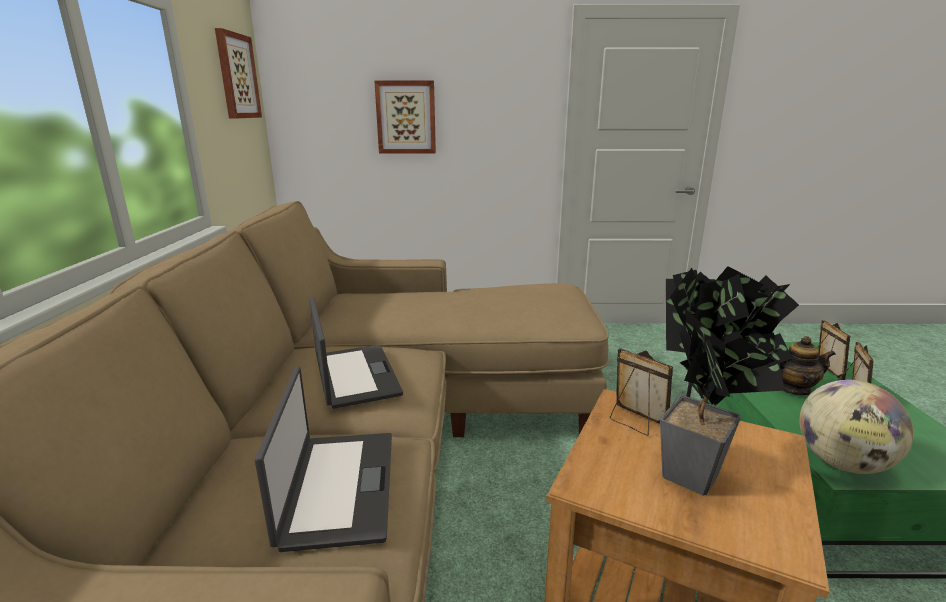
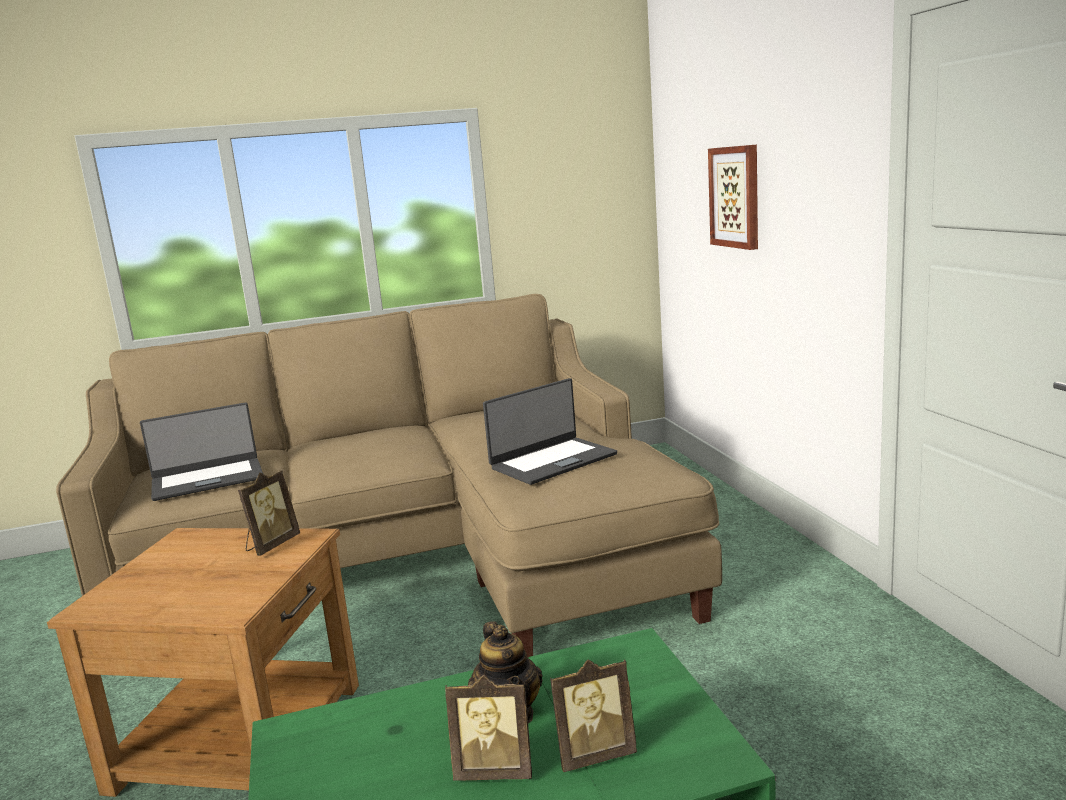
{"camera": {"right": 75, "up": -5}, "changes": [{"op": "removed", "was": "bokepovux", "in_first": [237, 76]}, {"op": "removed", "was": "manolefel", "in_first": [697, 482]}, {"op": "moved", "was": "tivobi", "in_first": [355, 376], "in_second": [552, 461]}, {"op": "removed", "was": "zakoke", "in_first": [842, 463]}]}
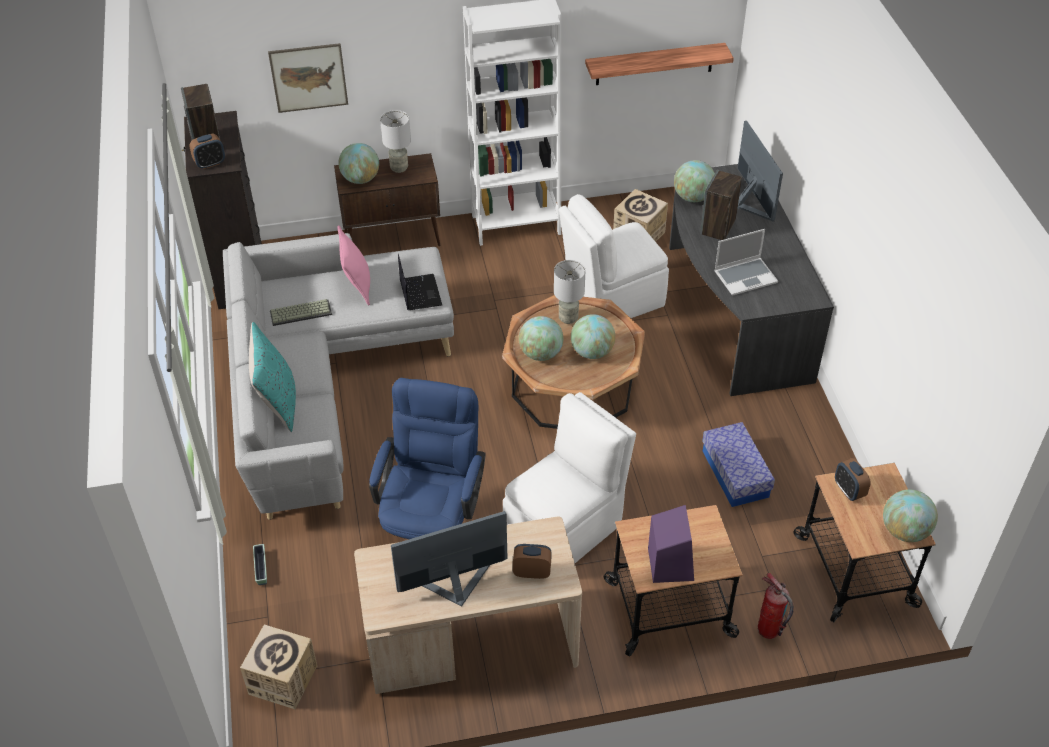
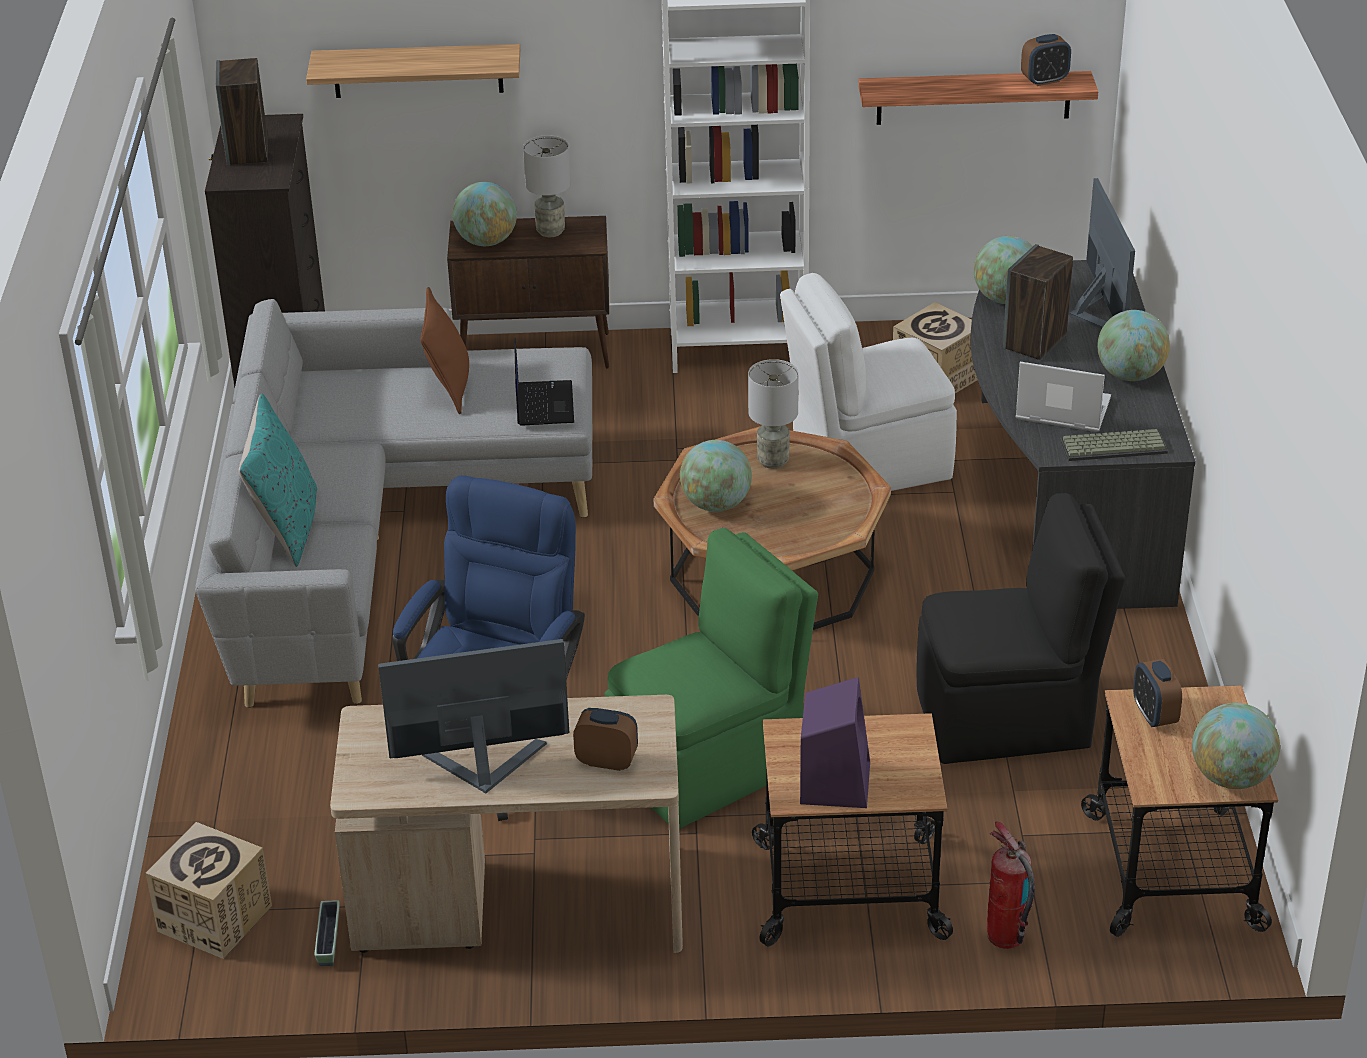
{"camera": {"right": 10, "up": -10}, "changes": [{"op": "replaced", "was": "bokepovux", "now": "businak", "in_first": [309, 77], "in_second": [417, 70]}, {"op": "moved", "was": "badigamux", "in_first": [210, 163], "in_second": [1044, 80]}, {"op": "recoloured", "was": "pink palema", "now": "brown palema", "in_first": [357, 285], "in_second": [449, 387]}, {"op": "turned", "was": "tivobi", "in_first": [745, 277], "in_second": [1061, 410], "clockwise": -150}, {"op": "moved", "was": "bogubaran", "in_first": [301, 312], "in_second": [1114, 446]}, {"op": "moved", "was": "zakoke", "in_first": [592, 352], "in_second": [1130, 375]}, {"op": "recoloured", "was": "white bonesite", "now": "green bonesite", "in_first": [566, 528], "in_second": [710, 765]}, {"op": "replaced", "was": "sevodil", "now": "black bonesite", "in_first": [735, 474], "in_second": [1008, 718]}, {"op": "moved", "was": "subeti", "in_first": [261, 568], "in_second": [329, 941]}]}
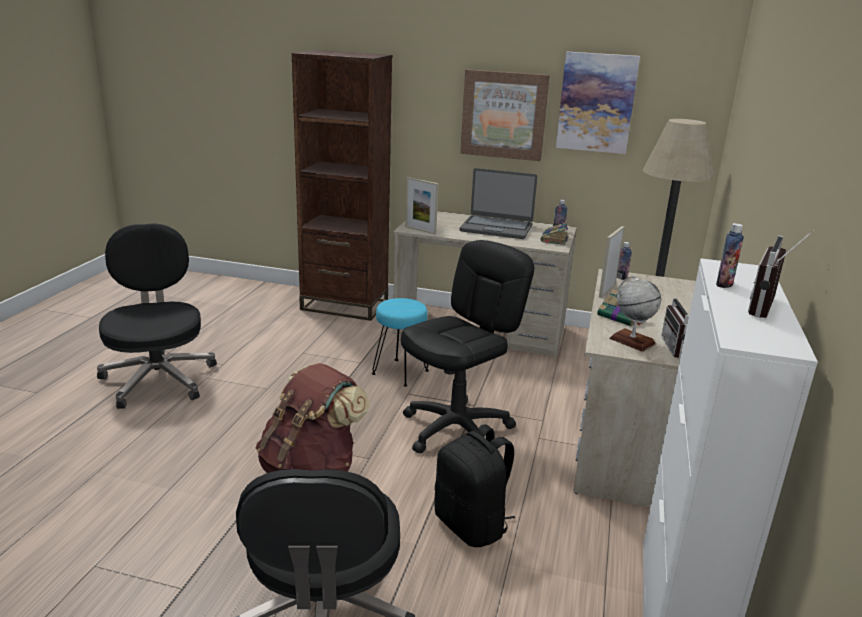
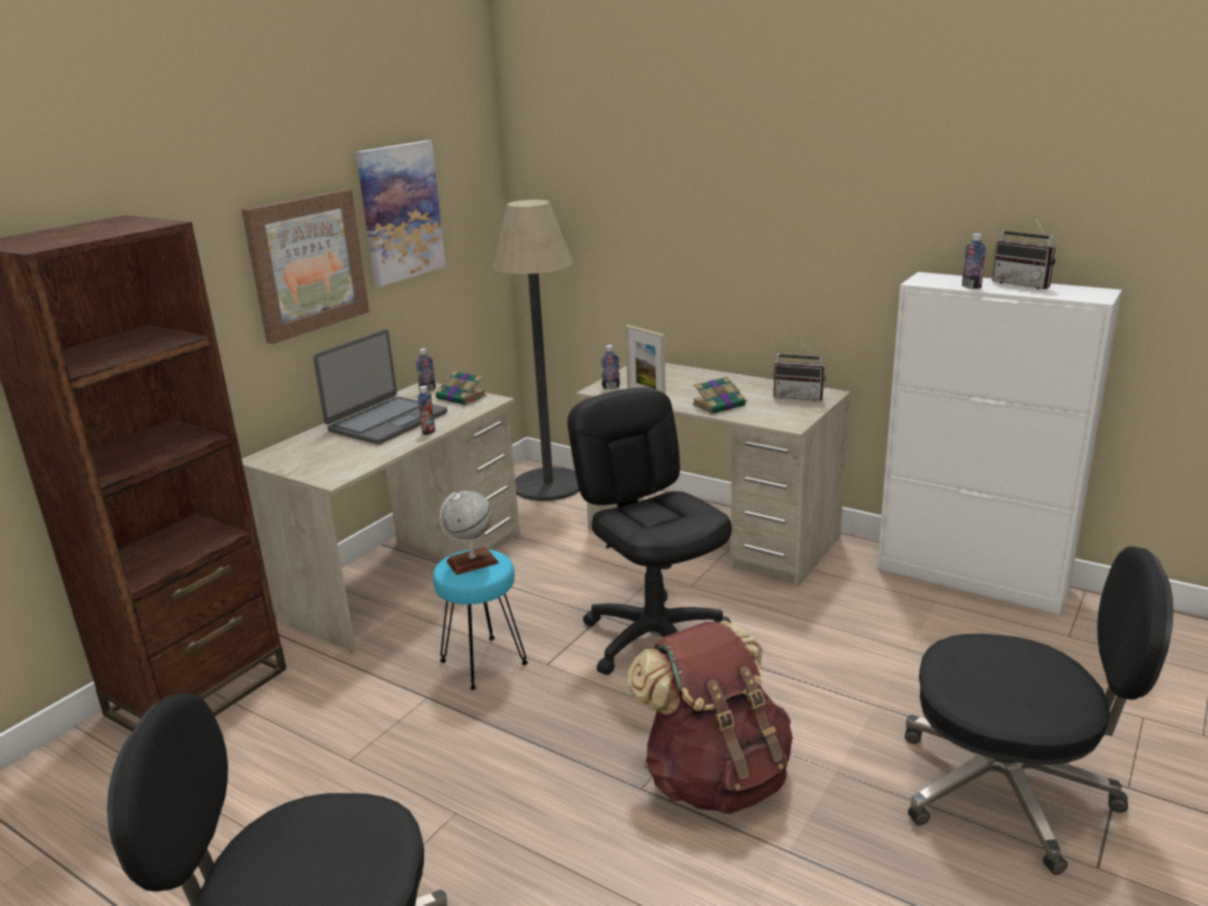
{"camera": {"right": -70, "up": 0}, "changes": [{"op": "removed", "was": "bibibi", "in_first": [420, 230]}, {"op": "moved", "was": "zakoke", "in_first": [632, 341], "in_second": [472, 562]}, {"op": "removed", "was": "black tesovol", "in_first": [472, 525]}, {"op": "added", "now": "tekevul", "in_second": [428, 431]}]}
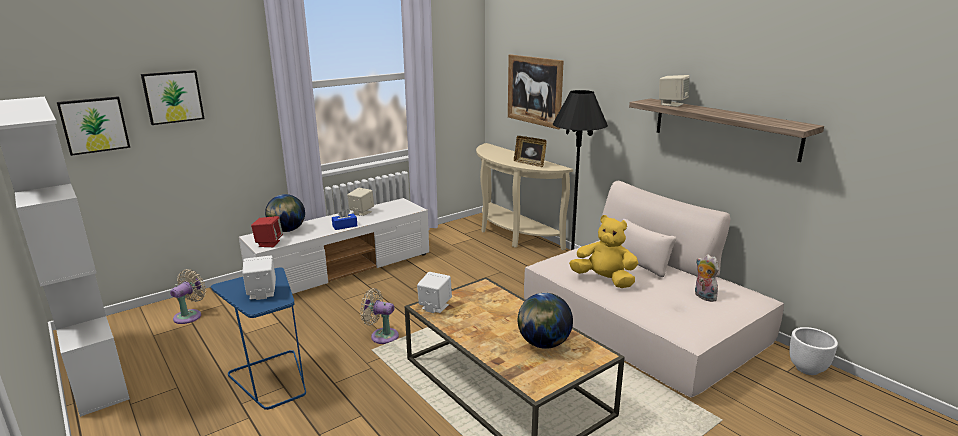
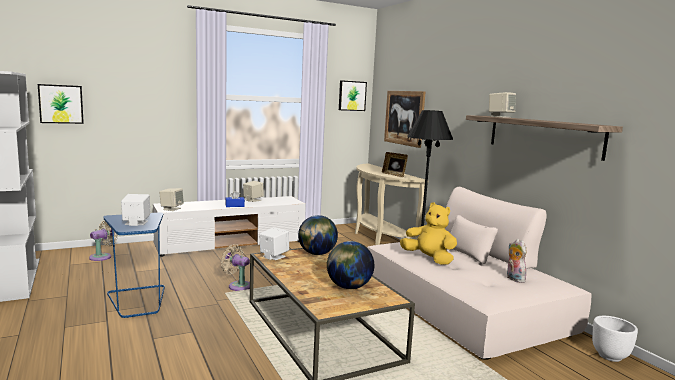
{"camera": {"right": 10, "up": -10}, "changes": [{"op": "moved", "was": "bokepovux", "in_first": [173, 97], "in_second": [352, 96]}, {"op": "moved", "was": "zakoke", "in_first": [287, 230], "in_second": [317, 254]}, {"op": "recoloured", "was": "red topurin", "now": "beige topurin", "in_first": [269, 243], "in_second": [171, 209]}]}
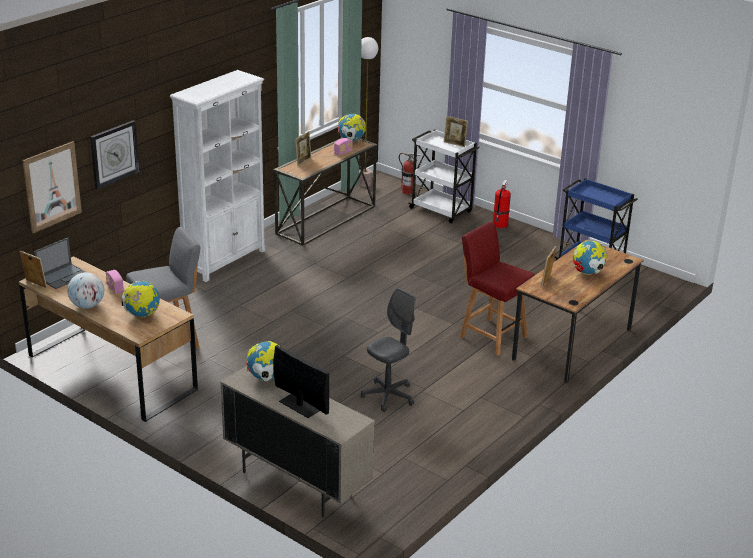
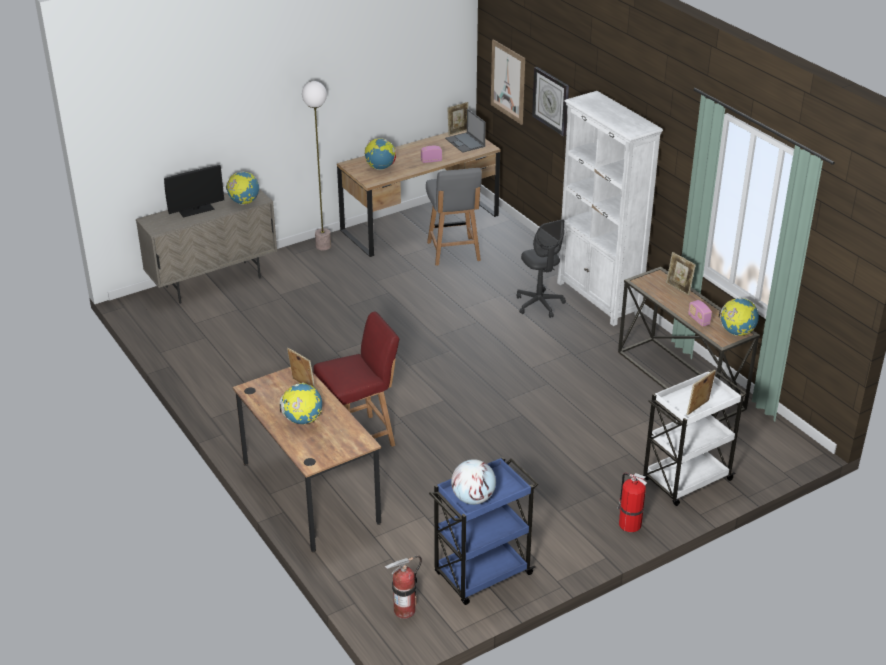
{"camera": {"right": 110, "up": 5}, "changes": [{"op": "moved", "was": "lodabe", "in_first": [365, 184], "in_second": [323, 246]}, {"op": "moved", "was": "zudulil", "in_first": [408, 192], "in_second": [404, 610]}, {"op": "moved", "was": "zakoke", "in_first": [87, 306], "in_second": [473, 498]}, {"op": "moved", "was": "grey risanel", "in_first": [388, 396], "in_second": [539, 304]}]}
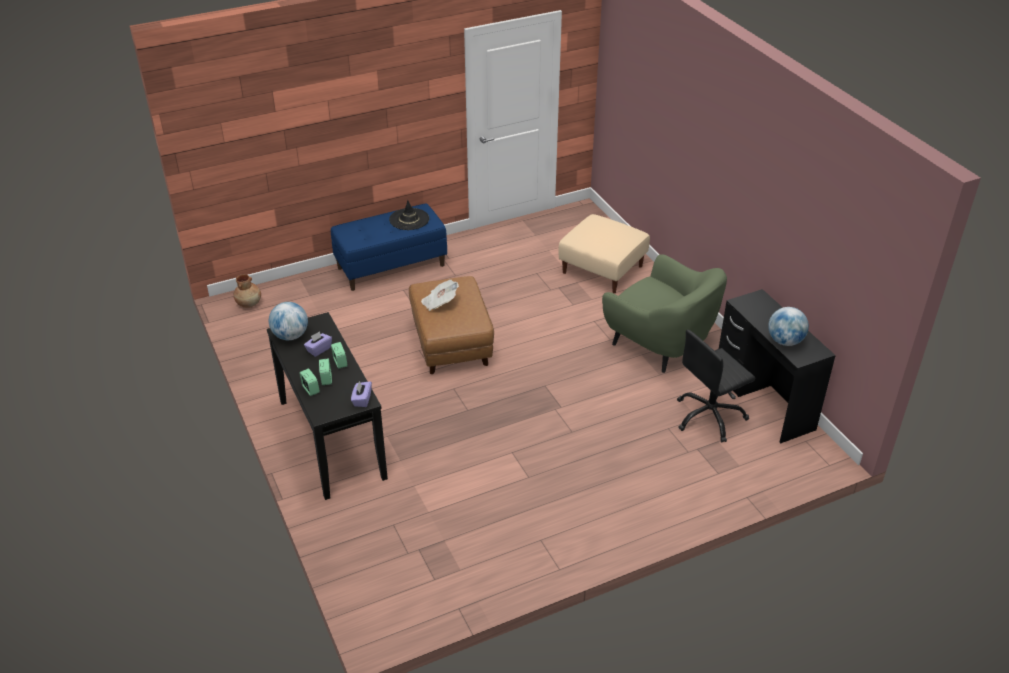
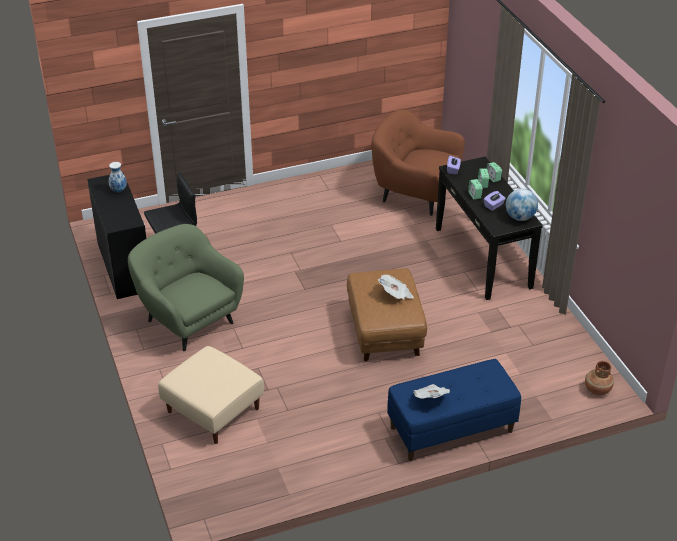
{"camera": {"right": -175, "up": 0}, "changes": [{"op": "replaced", "was": "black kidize", "now": "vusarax", "in_first": [409, 219], "in_second": [430, 398]}, {"op": "replaced", "was": "zakoke", "now": "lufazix", "in_first": [785, 341], "in_second": [118, 190]}, {"op": "added", "now": "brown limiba", "in_second": [414, 193]}]}
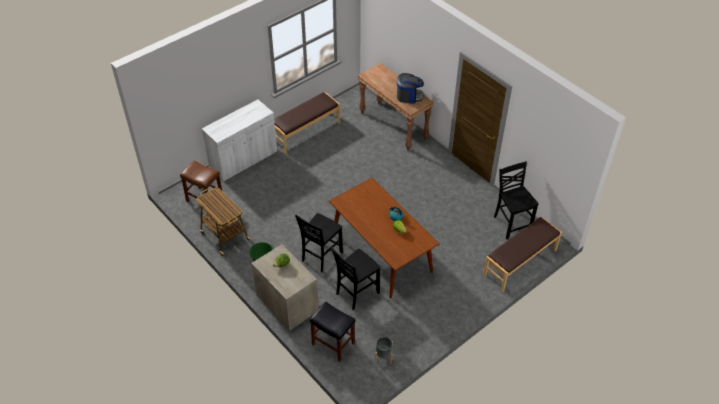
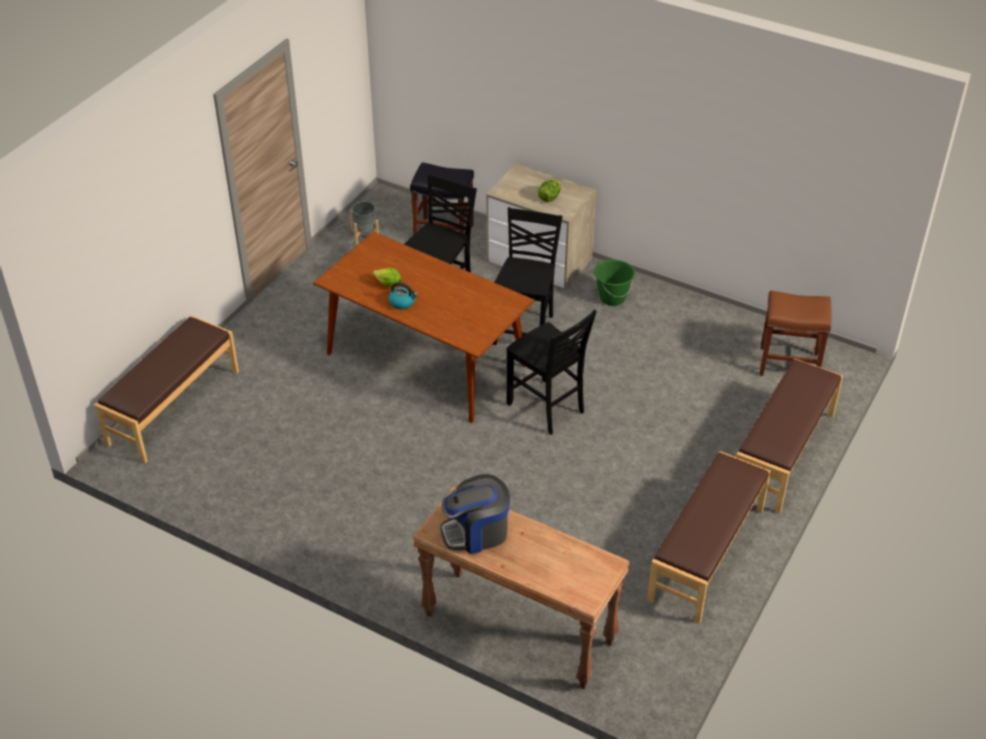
{"camera": {"right": 160, "up": -5}, "changes": [{"op": "replaced", "was": "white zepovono", "now": "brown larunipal", "in_first": [243, 160], "in_second": [784, 454]}, {"op": "moved", "was": "black bonesite", "in_first": [511, 223], "in_second": [547, 408]}, {"op": "removed", "was": "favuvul", "in_first": [224, 235]}]}
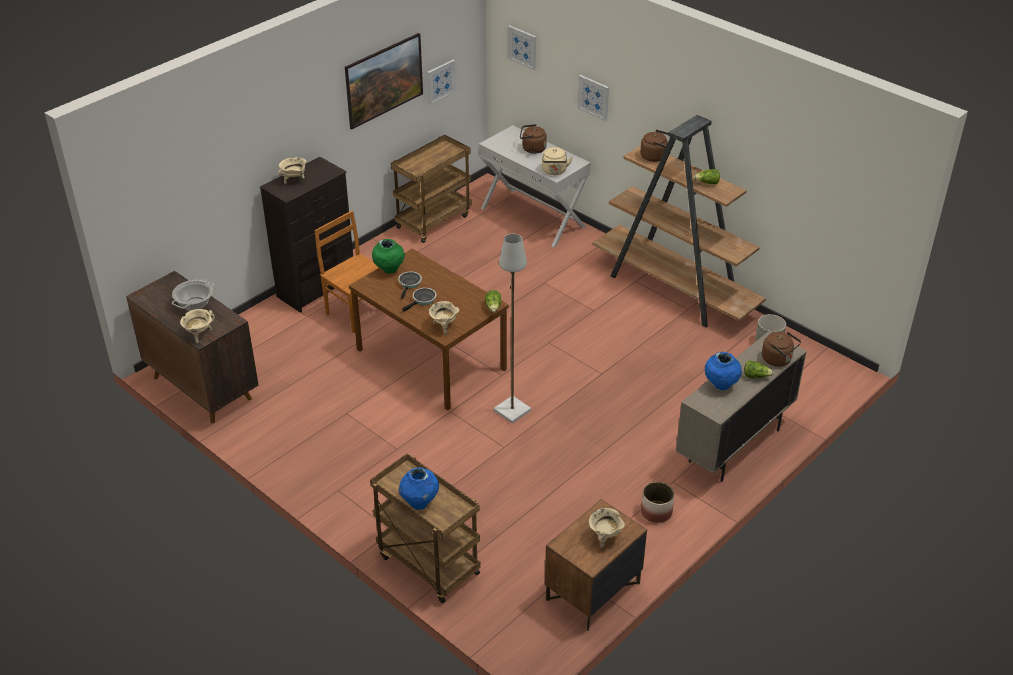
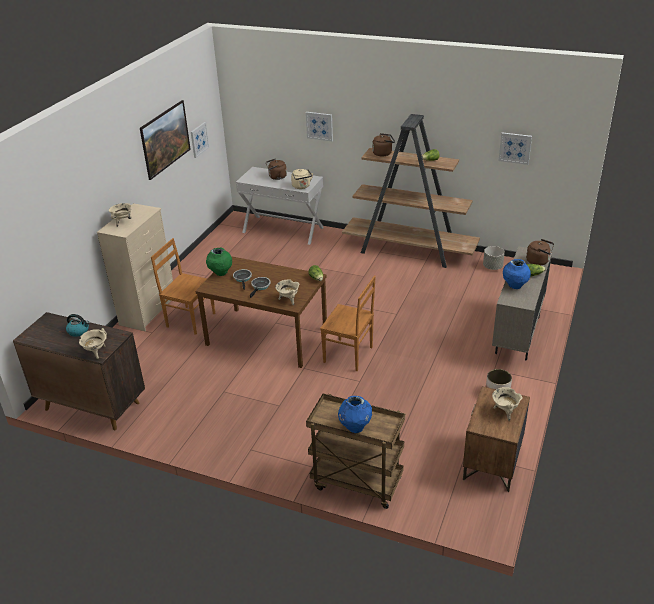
{"camera": {"right": -20, "up": -5}, "changes": [{"op": "moved", "was": "bokepovux", "in_first": [522, 47], "in_second": [515, 148]}, {"op": "removed", "was": "brown favuvul", "in_first": [433, 221]}, {"op": "recoloured", "was": "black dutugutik", "now": "beige dutugutik", "in_first": [317, 288], "in_second": [149, 311]}, {"op": "replaced", "was": "grey lodabe", "now": "brown bonesite", "in_first": [512, 411], "in_second": [349, 355]}, {"op": "replaced", "was": "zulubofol", "now": "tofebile", "in_first": [195, 304], "in_second": [79, 331]}]}
